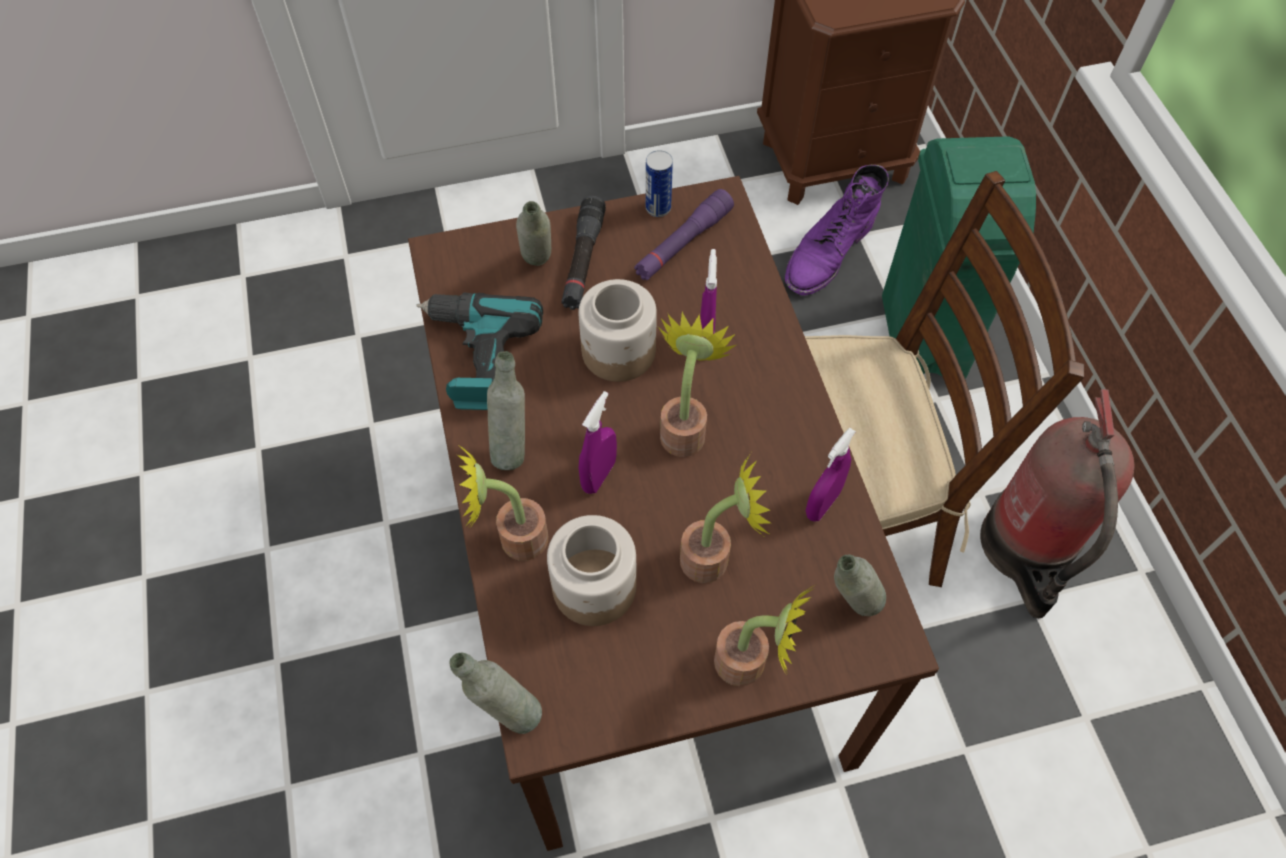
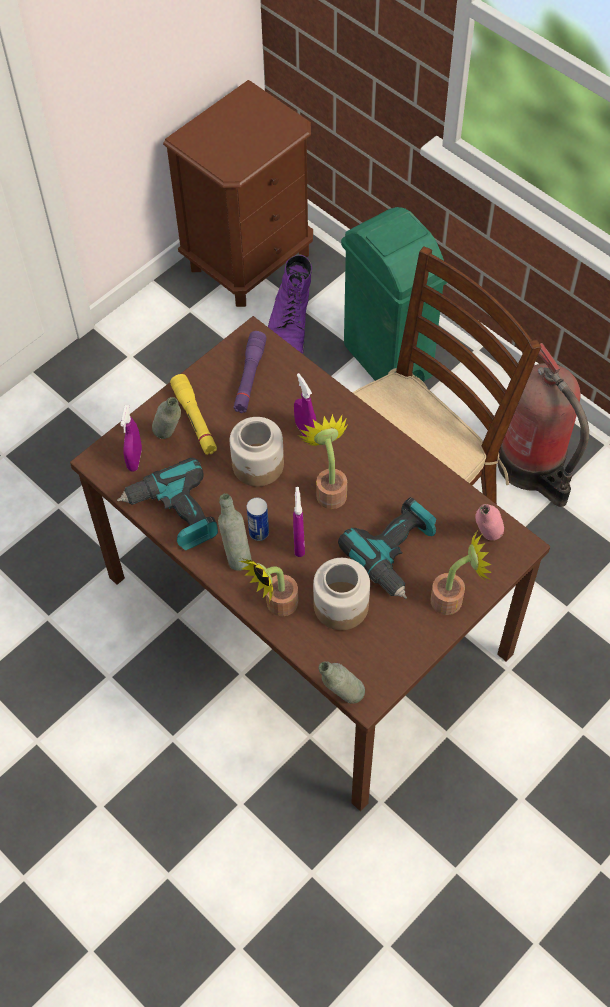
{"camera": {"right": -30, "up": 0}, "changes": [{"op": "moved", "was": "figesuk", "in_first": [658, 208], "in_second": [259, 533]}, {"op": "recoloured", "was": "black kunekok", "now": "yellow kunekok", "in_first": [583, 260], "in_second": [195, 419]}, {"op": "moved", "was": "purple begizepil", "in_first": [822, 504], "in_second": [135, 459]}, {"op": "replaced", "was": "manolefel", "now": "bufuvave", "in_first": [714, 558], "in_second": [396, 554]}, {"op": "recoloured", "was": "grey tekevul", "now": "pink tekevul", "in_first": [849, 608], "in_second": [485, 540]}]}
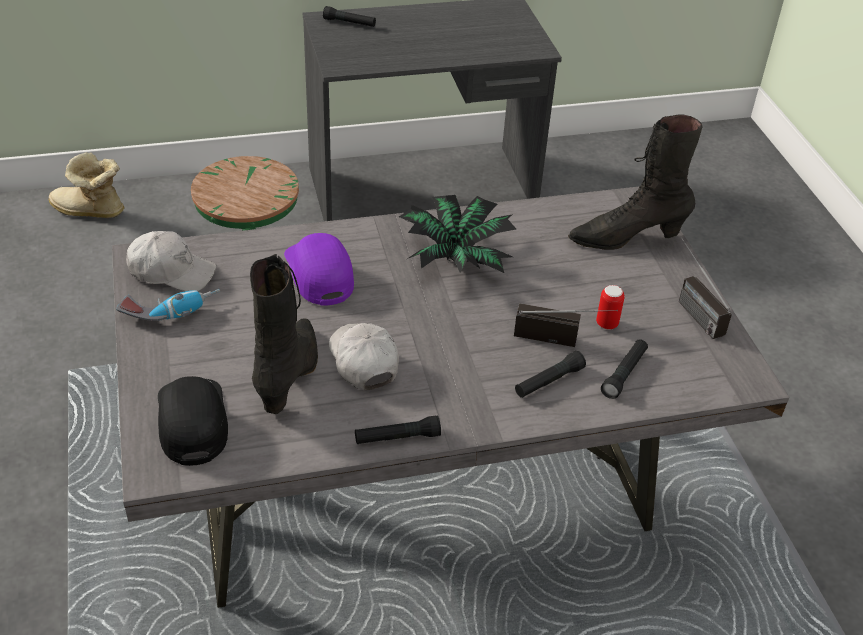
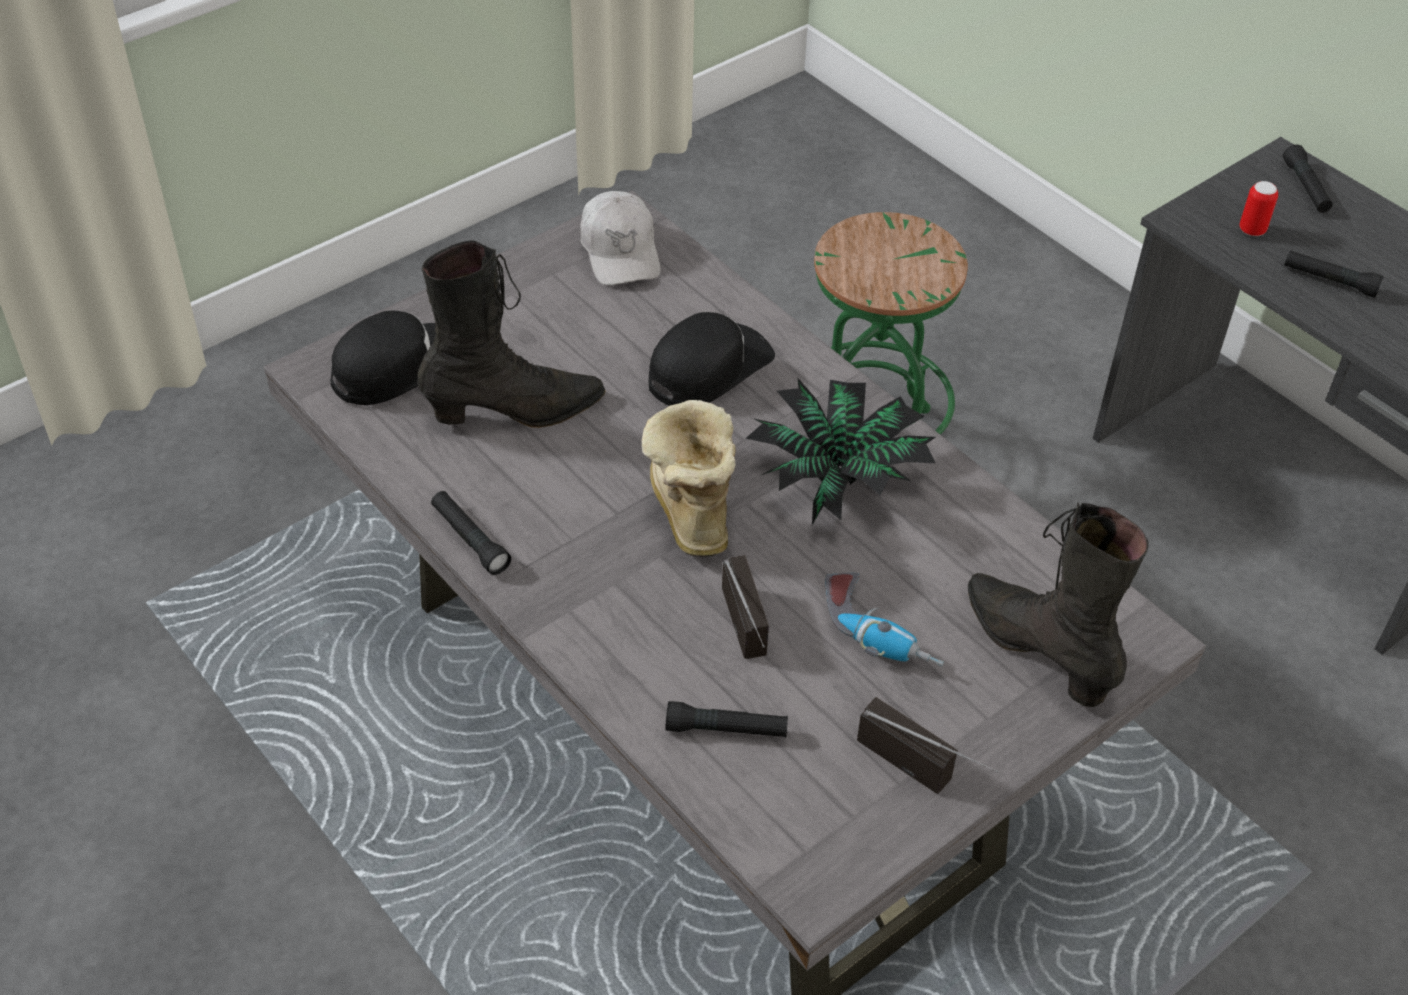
{"camera": {"right": 65, "up": 5}, "changes": [{"op": "moved", "was": "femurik", "in_first": [89, 212], "in_second": [687, 508]}, {"op": "recoloured", "was": "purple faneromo", "now": "black faneromo", "in_first": [319, 273], "in_second": [708, 368]}, {"op": "turned", "was": "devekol", "in_first": [690, 308], "in_second": [927, 772], "clockwise": 90}, {"op": "moved", "was": "figesuk", "in_first": [607, 324], "in_second": [1252, 230]}, {"op": "moved", "was": "bufuvave", "in_first": [170, 310], "in_second": [879, 633]}, {"op": "removed", "was": "white faneromo", "in_first": [363, 361]}, {"op": "moved", "was": "black kunekok", "in_first": [548, 381], "in_second": [1329, 281]}]}
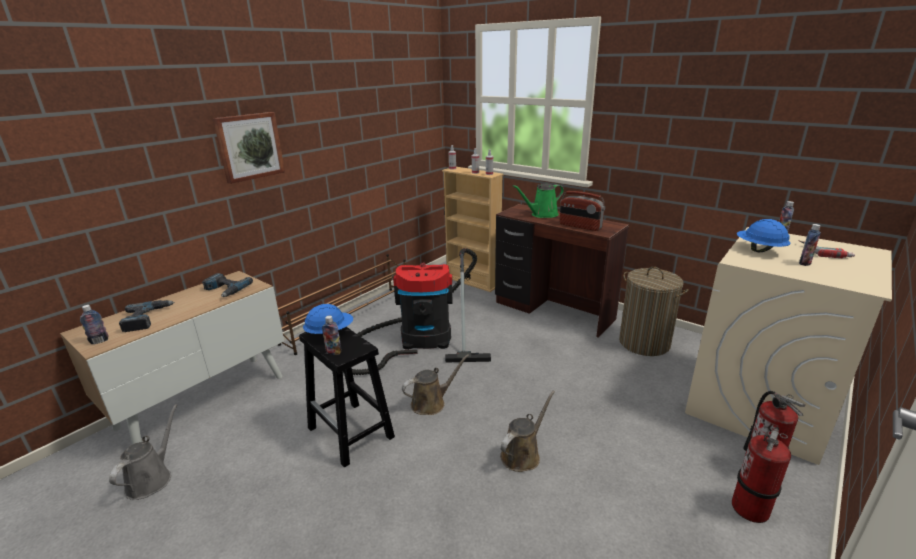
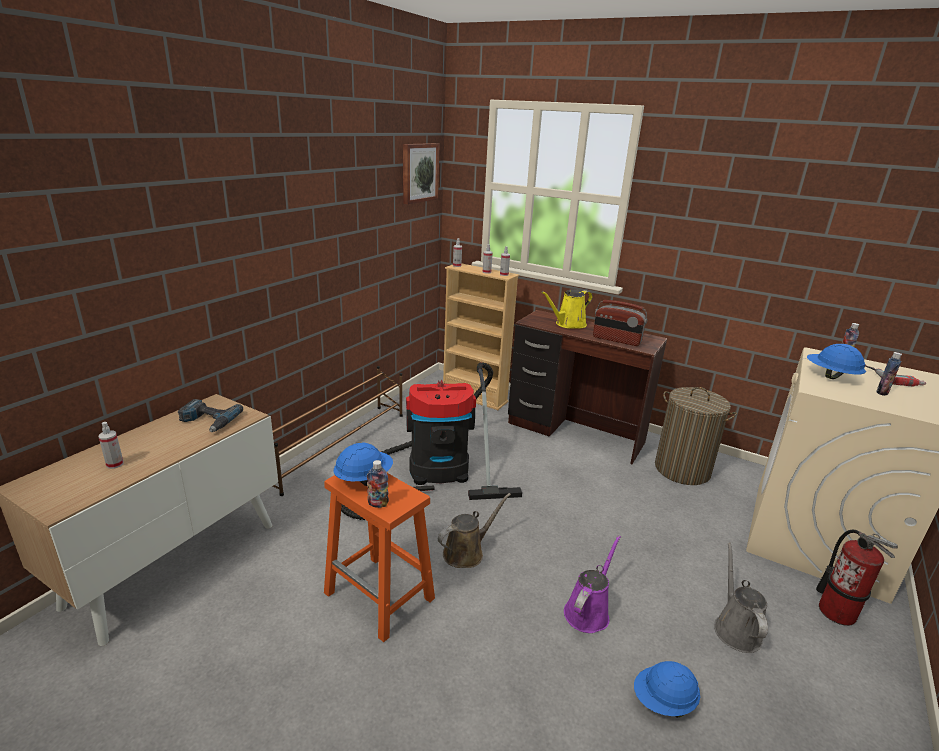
{"camera": {"right": -10, "up": 0}, "changes": [{"op": "moved", "was": "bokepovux", "in_first": [249, 146], "in_second": [419, 172]}, {"op": "recoloured", "was": "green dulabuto", "now": "yellow dulabuto", "in_first": [542, 214], "in_second": [568, 324]}, {"op": "replaced", "was": "bufuvave", "now": "begizepil", "in_first": [147, 318], "in_second": [115, 464]}, {"op": "removed", "was": "tekevul", "in_first": [99, 341]}, {"op": "recoloured", "was": "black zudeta", "now": "orange zudeta", "in_first": [351, 433], "in_second": [381, 596]}, {"op": "recoloured", "was": "brown dulabuto", "now": "purple dulabuto", "in_first": [522, 454], "in_second": [588, 611]}, {"op": "moved", "was": "grey dulabuto", "in_first": [152, 479], "in_second": [735, 628]}, {"op": "removed", "was": "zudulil", "in_first": [751, 508]}, {"op": "added", "now": "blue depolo", "in_second": [663, 702]}]}
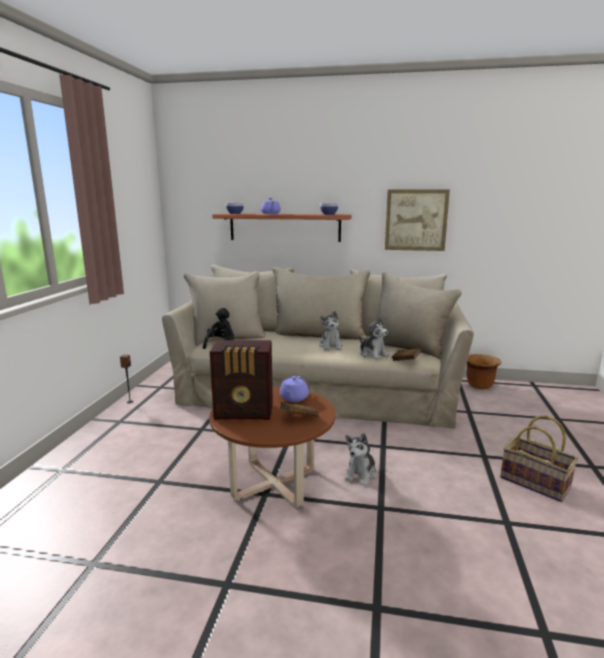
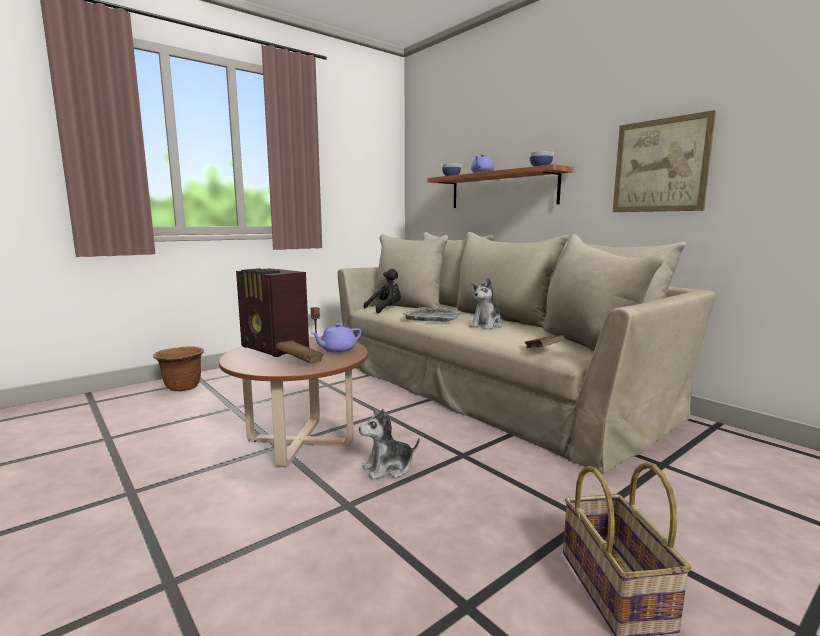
{"camera": {"right": 40, "up": -5}, "changes": [{"op": "removed", "was": "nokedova", "in_first": [373, 355]}, {"op": "moved", "was": "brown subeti", "in_first": [479, 385], "in_second": [182, 387]}, {"op": "added", "now": "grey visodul", "in_second": [433, 318]}]}
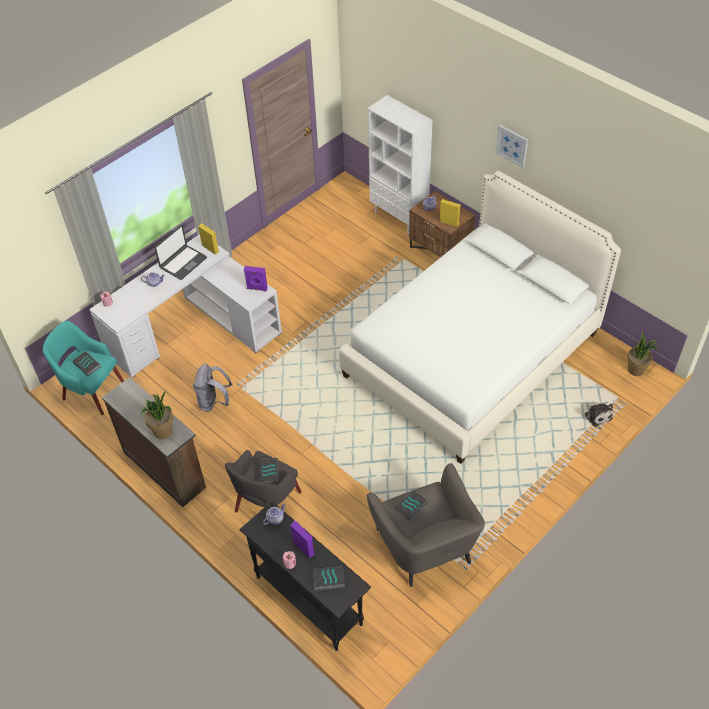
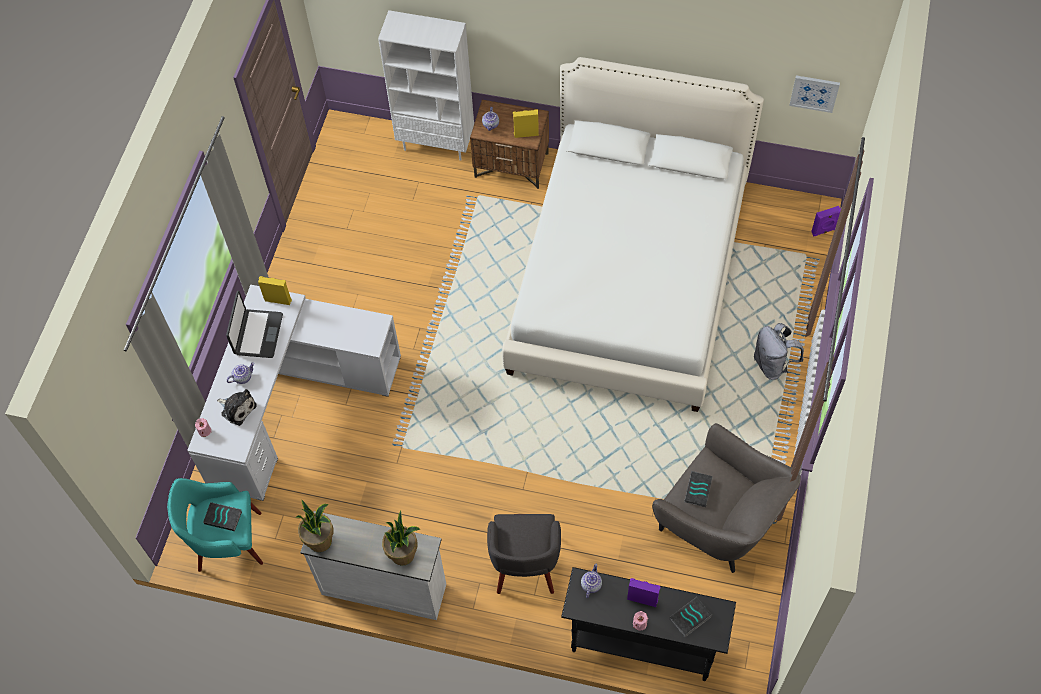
{"camera": {"right": -30, "up": 10}, "changes": [{"op": "moved", "was": "bokepovux", "in_first": [512, 145], "in_second": [814, 93]}, {"op": "moved", "was": "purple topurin", "in_first": [257, 289], "in_second": [823, 231]}, {"op": "moved", "was": "manolefel", "in_first": [636, 369], "in_second": [320, 540]}, {"op": "moved", "was": "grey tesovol", "in_first": [214, 402], "in_second": [772, 364]}, {"op": "recoloured", "was": "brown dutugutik", "now": "white dutugutik", "in_first": [165, 468], "in_second": [383, 587]}, {"op": "moved", "was": "nokedova", "in_first": [597, 415], "in_second": [237, 408]}, {"op": "removed", "was": "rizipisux", "in_first": [268, 472]}]}
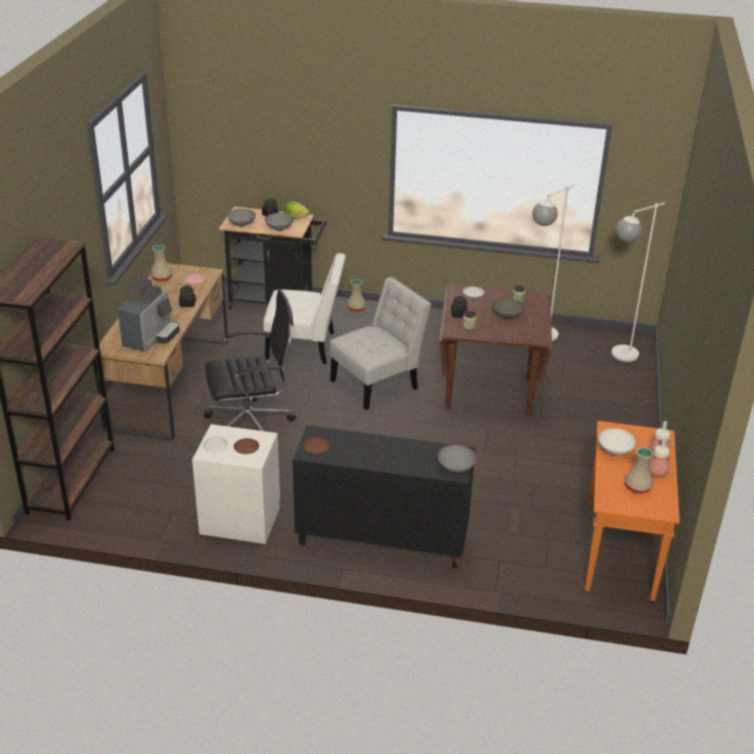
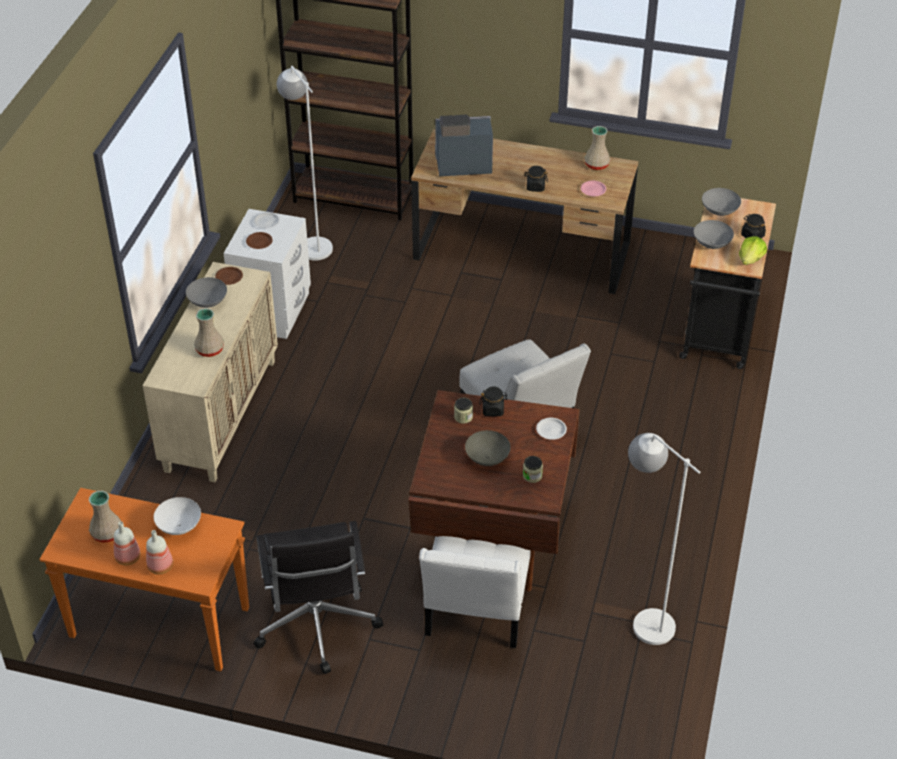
{"camera": {"right": 95, "up": 10}, "changes": [{"op": "moved", "was": "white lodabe", "in_first": [617, 357], "in_second": [310, 242]}, {"op": "moved", "was": "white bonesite", "in_first": [305, 346], "in_second": [475, 611]}, {"op": "turned", "was": "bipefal", "in_first": [151, 338], "in_second": [461, 165], "clockwise": 150}, {"op": "moved", "was": "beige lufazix", "in_first": [356, 309], "in_second": [209, 350]}, {"op": "moved", "was": "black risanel", "in_first": [252, 426], "in_second": [316, 625]}, {"op": "recoloured", "was": "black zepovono", "now": "beige zepovono", "in_first": [380, 540], "in_second": [220, 414]}, {"op": "moved", "was": "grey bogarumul", "in_first": [456, 468], "in_second": [207, 302]}]}
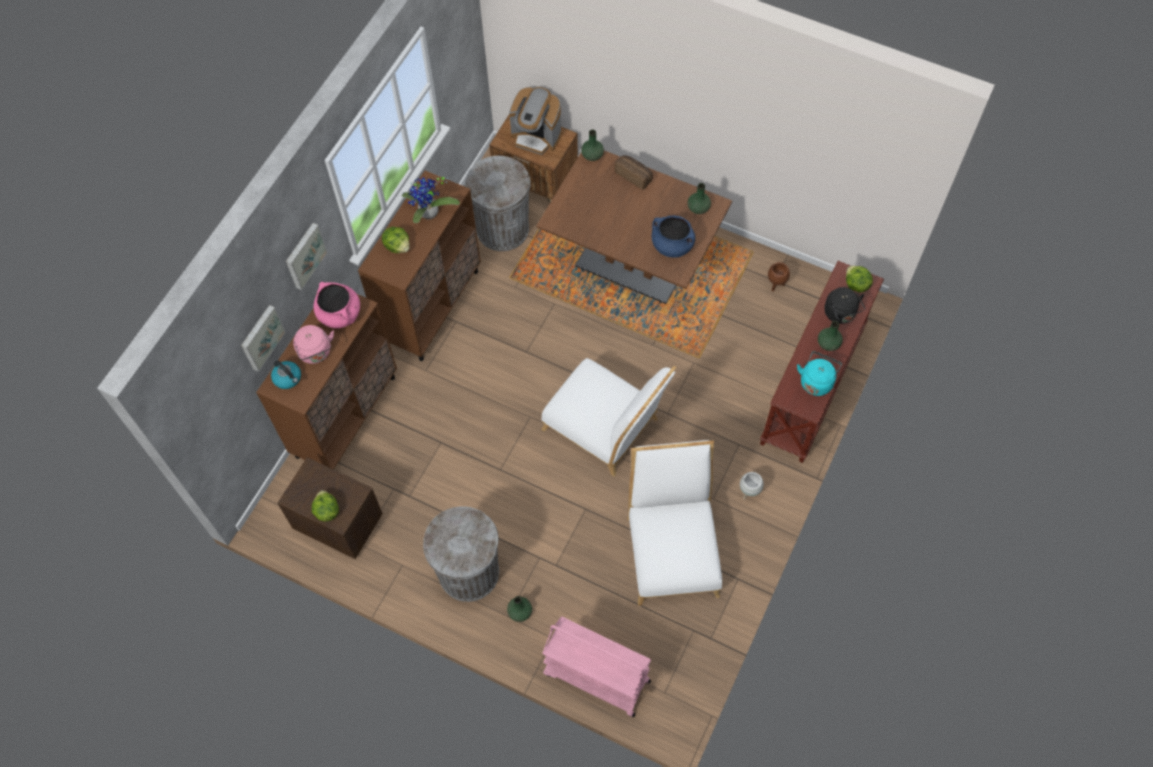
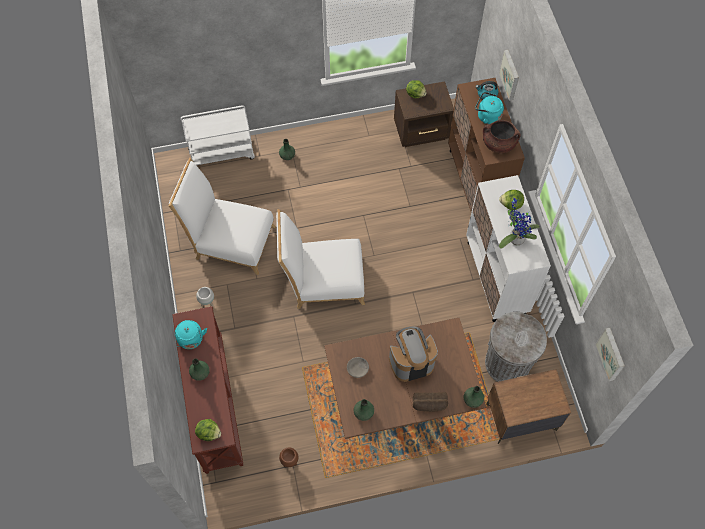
{"camera": {"right": 140, "up": 0}, "changes": [{"op": "moved", "was": "bipefal", "in_first": [536, 136], "in_second": [411, 362]}, {"op": "recoloured", "was": "brown zepovono", "now": "white zepovono", "in_first": [432, 307], "in_second": [496, 278]}, {"op": "replaced", "was": "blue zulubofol", "now": "grey bogarumul", "in_first": [672, 245], "in_second": [358, 369]}, {"op": "moved", "was": "bokepovux", "in_first": [304, 255], "in_second": [611, 354]}, {"op": "recoloured", "was": "pink zulubofol", "now": "brown zulubofol", "in_first": [340, 314], "in_second": [498, 144]}, {"op": "removed", "was": "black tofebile", "in_first": [841, 314]}, {"op": "recoloured", "was": "pink tofebile", "now": "turquoise tofebile", "in_first": [316, 353], "in_second": [487, 116]}, {"op": "turned", "was": "white bonesite", "in_first": [671, 548], "in_second": [230, 241], "clockwise": 150}, {"op": "removed", "was": "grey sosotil", "in_first": [468, 572]}, {"op": "recoloured", "was": "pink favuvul", "now": "white favuvul", "in_first": [595, 677], "in_second": [222, 153]}]}
